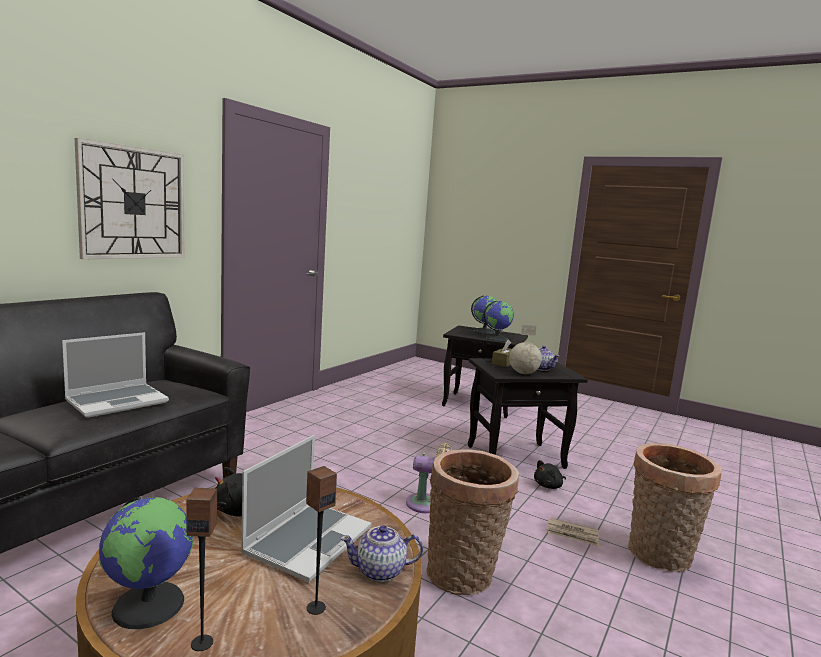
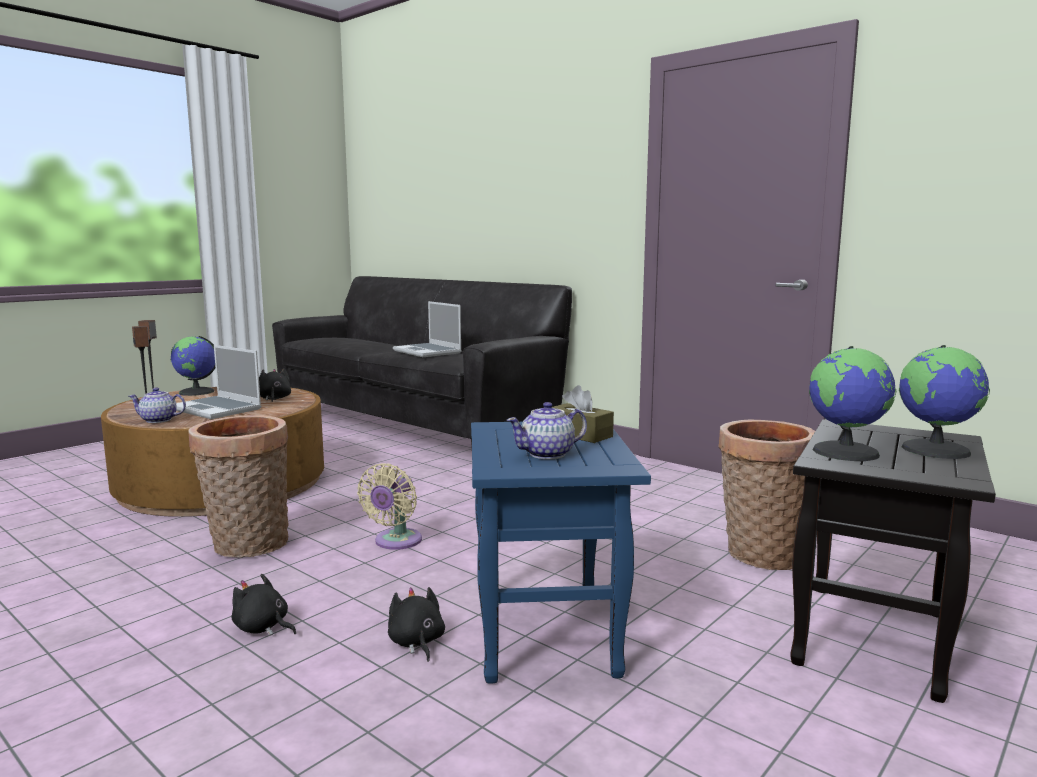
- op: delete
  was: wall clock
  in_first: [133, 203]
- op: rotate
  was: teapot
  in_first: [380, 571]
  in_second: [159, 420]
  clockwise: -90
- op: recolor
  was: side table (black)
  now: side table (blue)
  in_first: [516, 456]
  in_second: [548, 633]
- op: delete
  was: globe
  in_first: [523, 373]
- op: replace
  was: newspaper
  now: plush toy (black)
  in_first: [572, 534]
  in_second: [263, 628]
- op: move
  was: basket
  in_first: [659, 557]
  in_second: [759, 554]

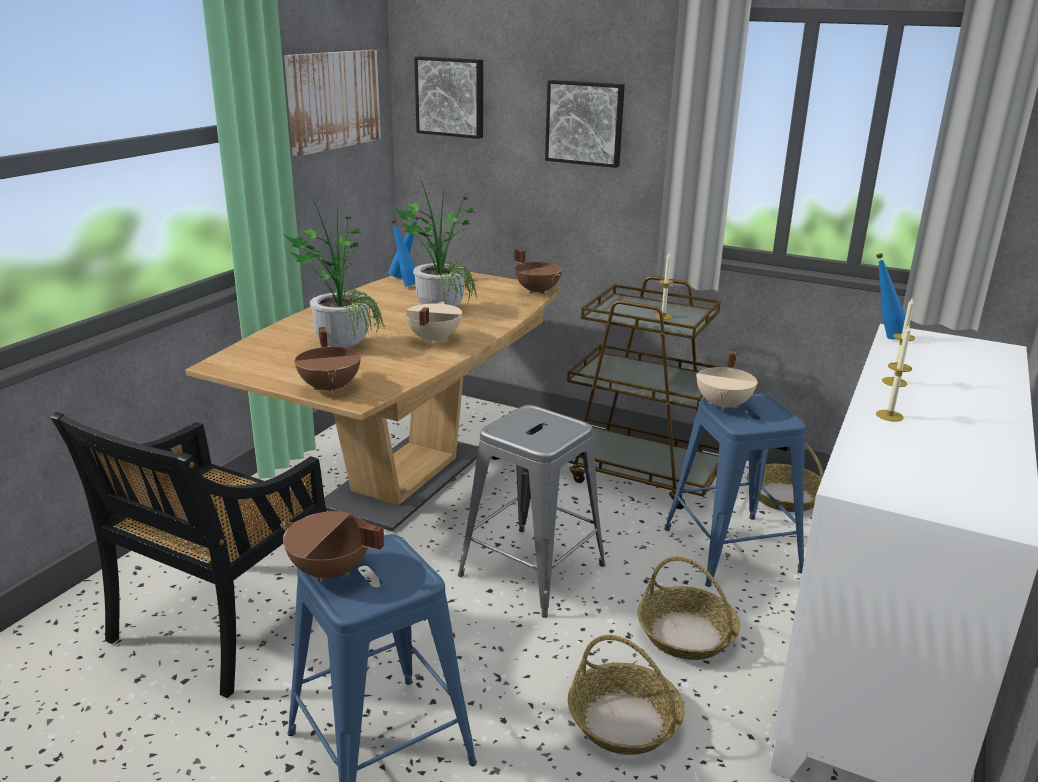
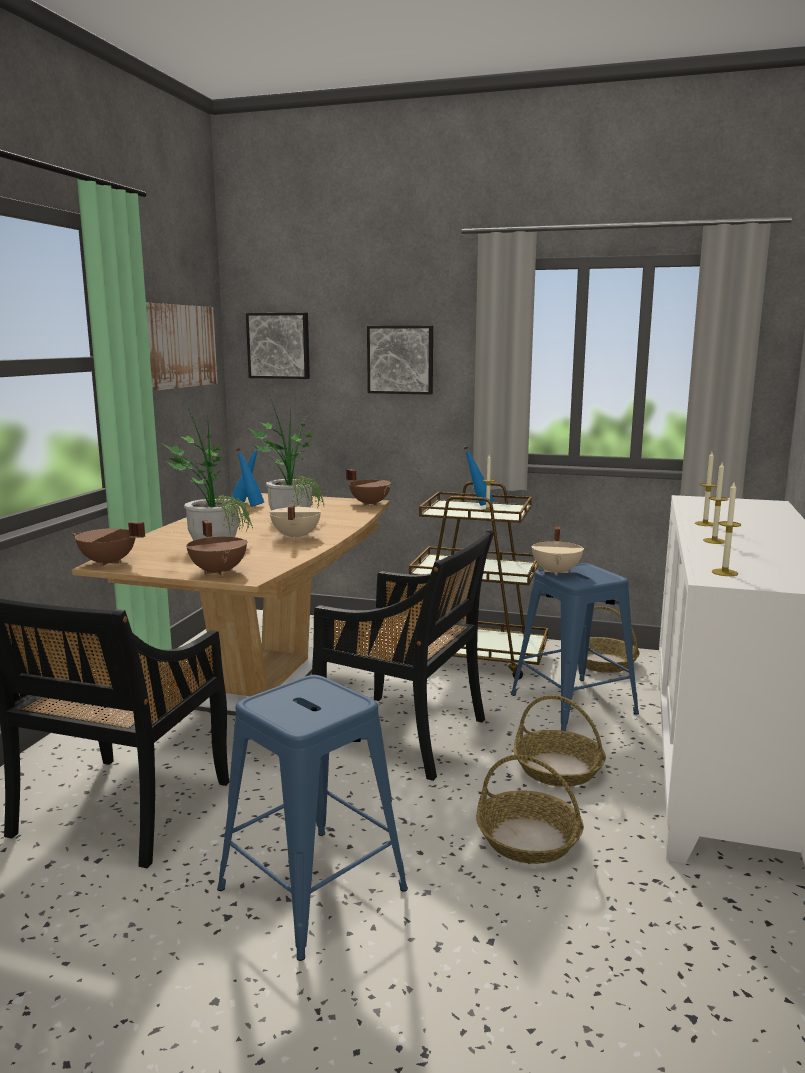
- op: move
  was: cooking pot (brown)
  in_first: [330, 572]
  in_second: [108, 563]
- op: replace
  was: stool (grey)
  now: chair (black)
  in_first: [532, 569]
  in_second: [405, 736]
- op: move
  was: bottle (blue)
  in_first: [884, 337]
  in_second: [478, 505]
- op: insert
  now: candle
  in_second: [724, 572]

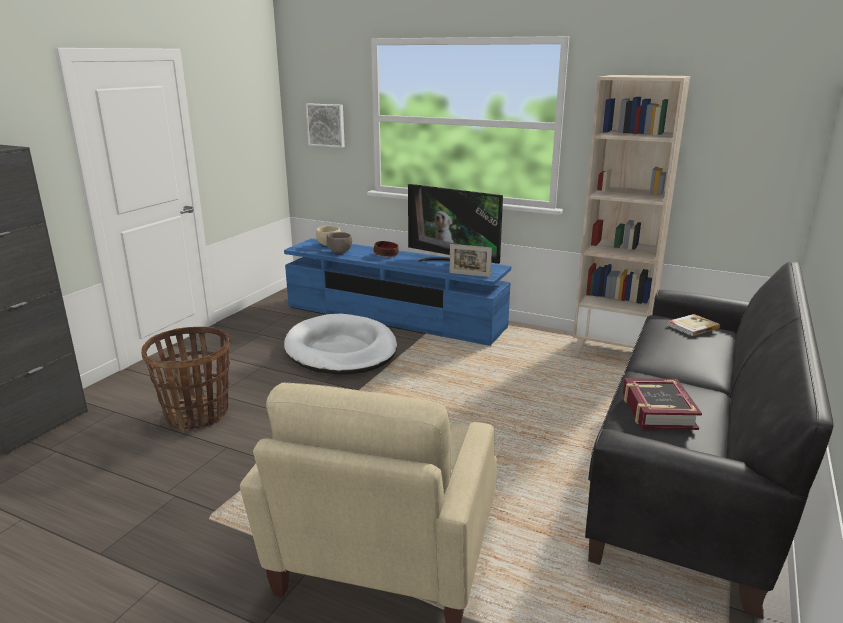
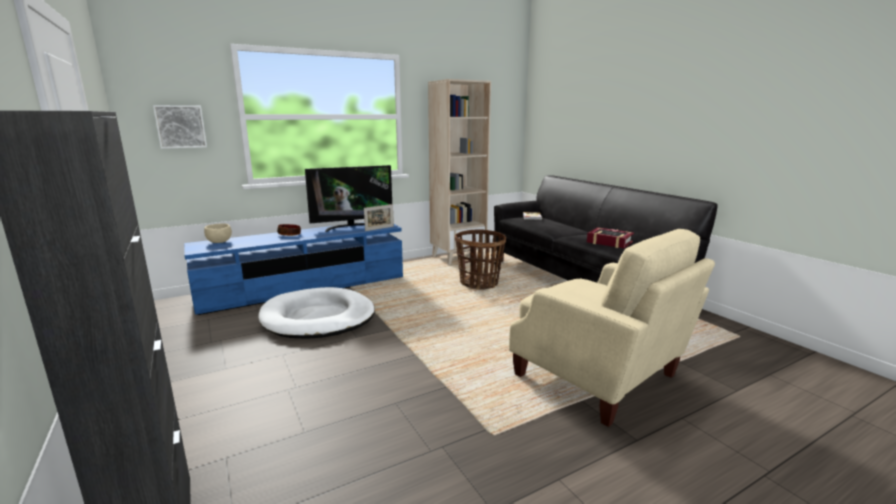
- op: move
  was: basket
  in_first: [197, 414]
  in_second: [479, 283]
- op: delete
  was: bowl (brown)
  in_first: [339, 252]

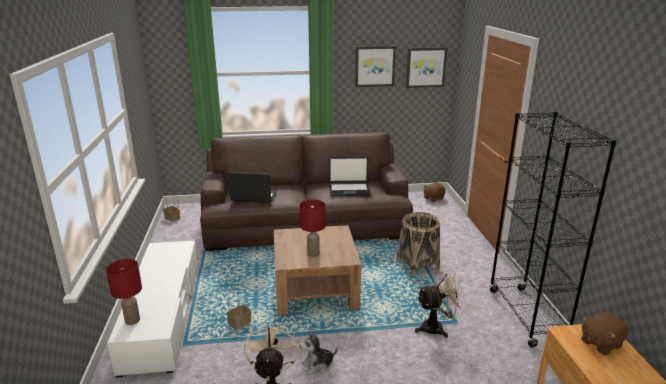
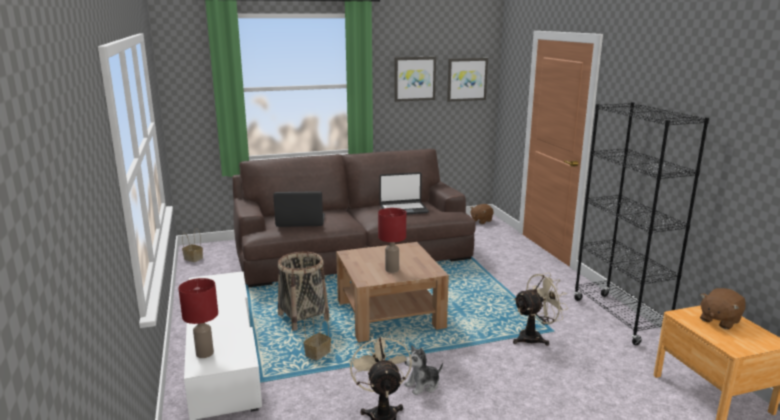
- op: move
  was: basket
  in_first: [417, 265]
  in_second: [303, 317]

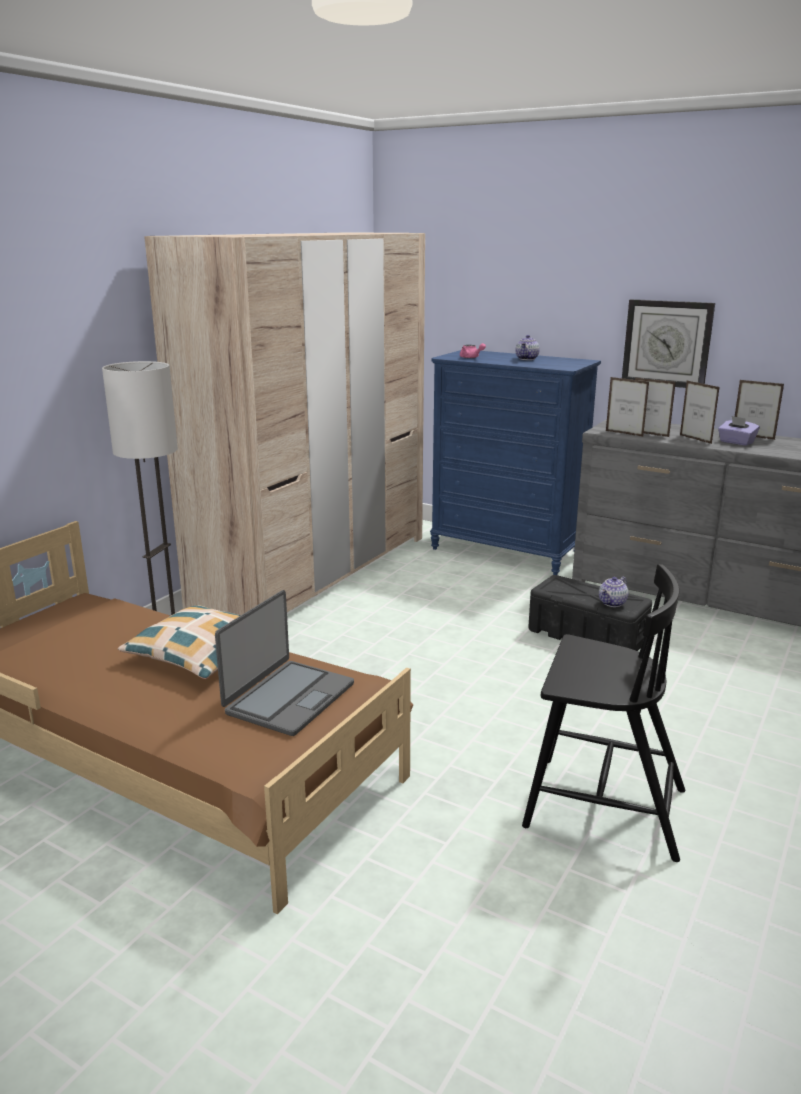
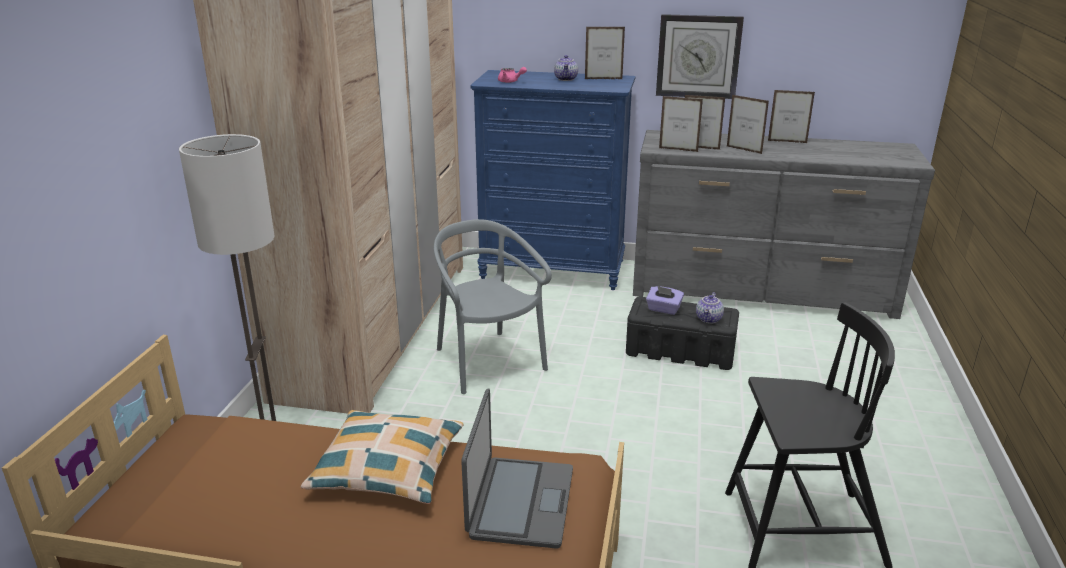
- op: move
  was: tissue box (purple)
  in_first: [736, 442]
  in_second: [663, 309]
- op: insert
  now: chair (grey)
  in_second: [488, 362]
- op: insert
  now: picture frame
  in_second: [603, 79]

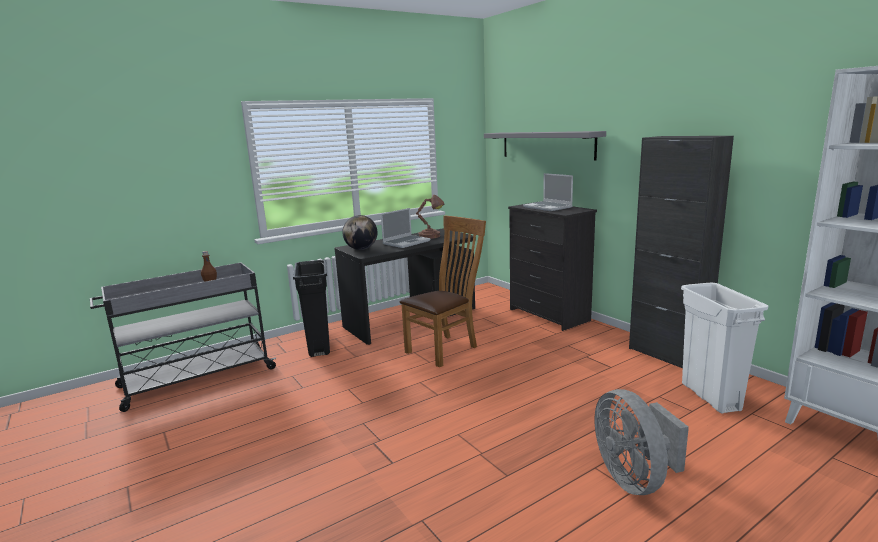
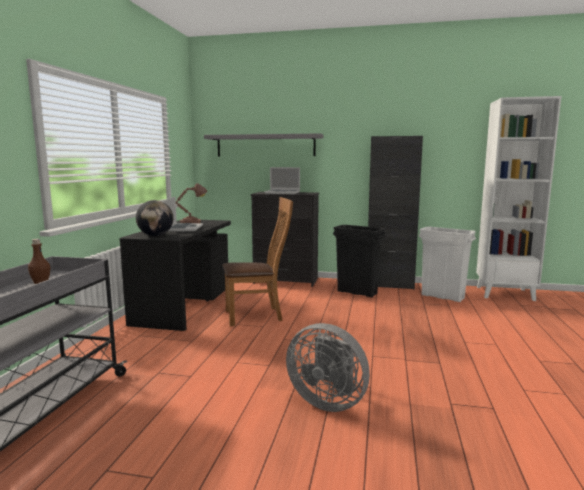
- op: move
  was: trash can (black)
  in_first: [319, 346]
  in_second: [357, 293]
- op: rotate
  was: chair (brown)
  in_first: [445, 349]
  in_second: [257, 315]
  clockwise: 75
- op: move
  was: fan (grey)
  in_first: [634, 478]
  in_second: [328, 401]

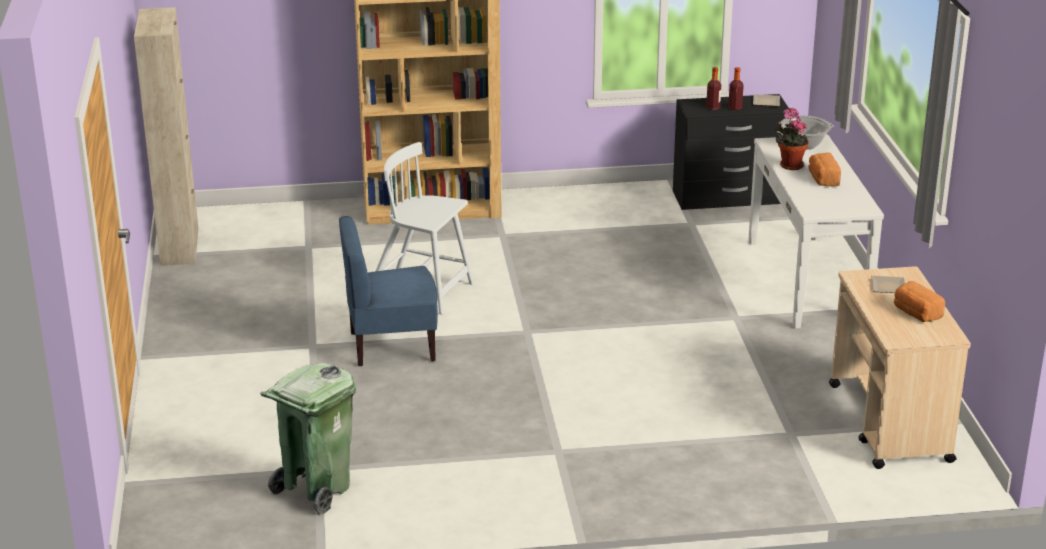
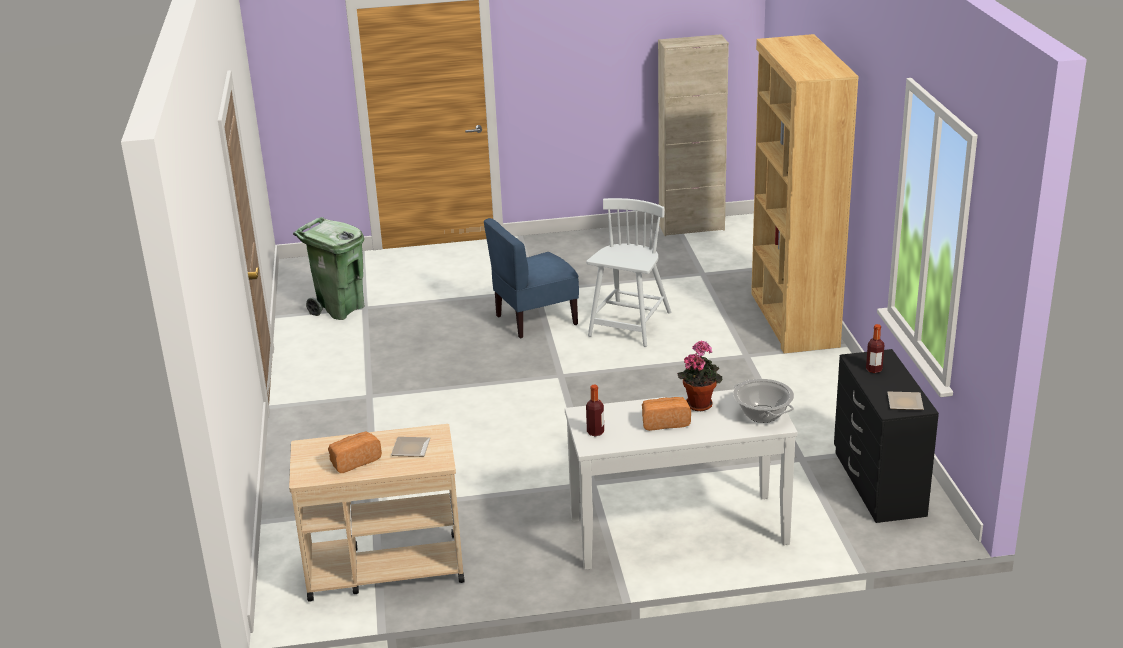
- op: rotate
  was: chair (blue)
  in_first: [391, 346]
  in_second: [535, 320]
  clockwise: -105
- op: move
  was: bottle
  in_first: [735, 108]
  in_second: [595, 432]

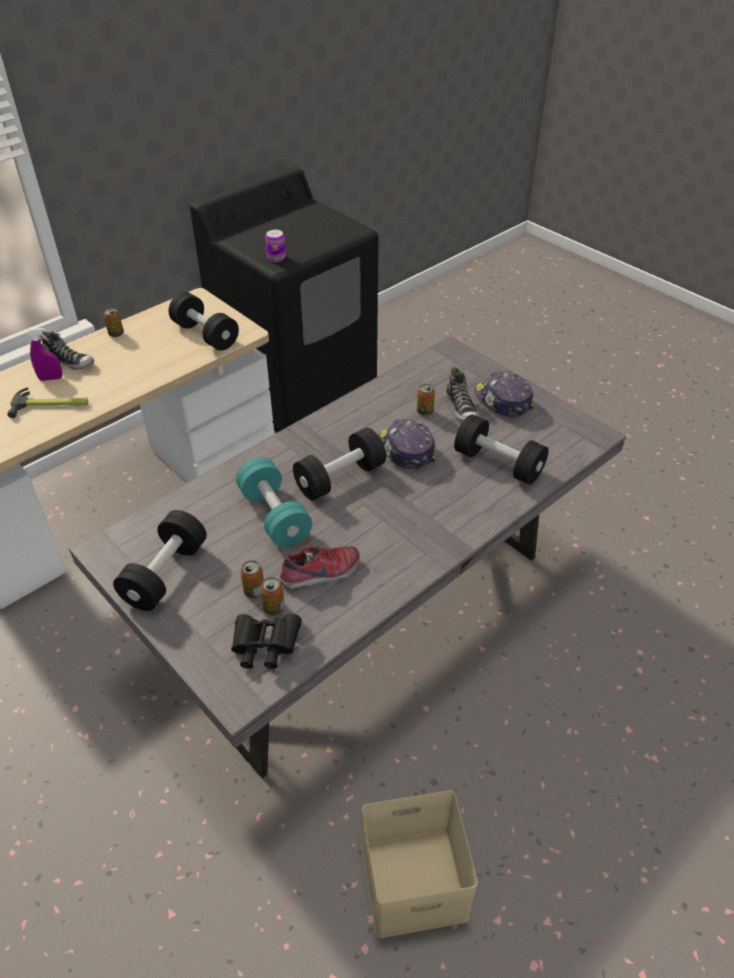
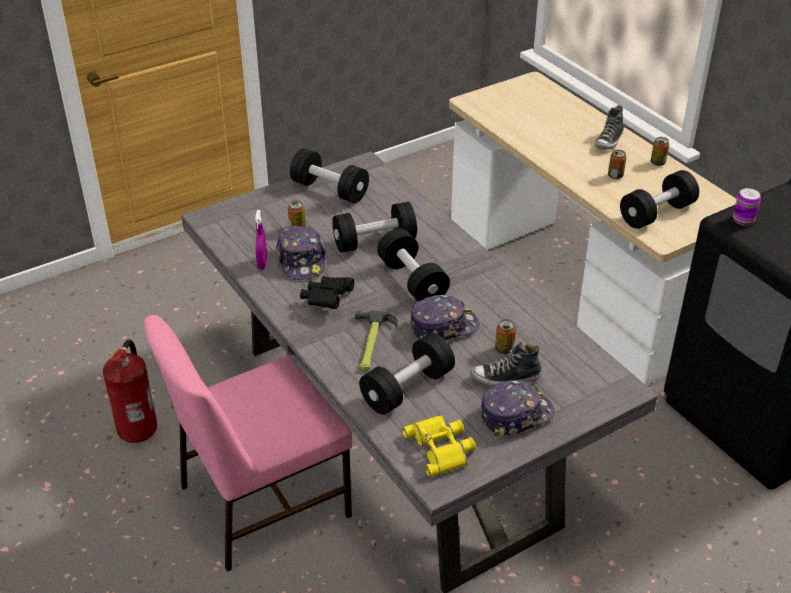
- op: move
  was: hammer
  in_first: [51, 405]
  in_second: [371, 344]
- op: move
  was: spray bottle (purple)
  in_first: [51, 378]
  in_second: [262, 263]
- op: move
  was: binoculars (black)
  in_first: [265, 648]
  in_second: [327, 300]
- op: recolor
  was: dumbbell (turquoise)
  now: dumbbell (black)
  in_first: [274, 516]
  in_second: [374, 242]
- op: move
  was: can
  in_first: [274, 608]
  in_second: [615, 176]
- op: replace
  was: shoe
  now: cap
  in_first: [321, 574]
  in_second: [301, 260]
- op: replace
  was: storage box (beige)
  now: fire extinguisher
  in_first: [415, 879]
  in_second: [139, 429]
- op: insert
  now: chair (pink)
  in_second: [261, 501]
- op: insert
  now: binoculars (yellow)
  in_second: [441, 448]

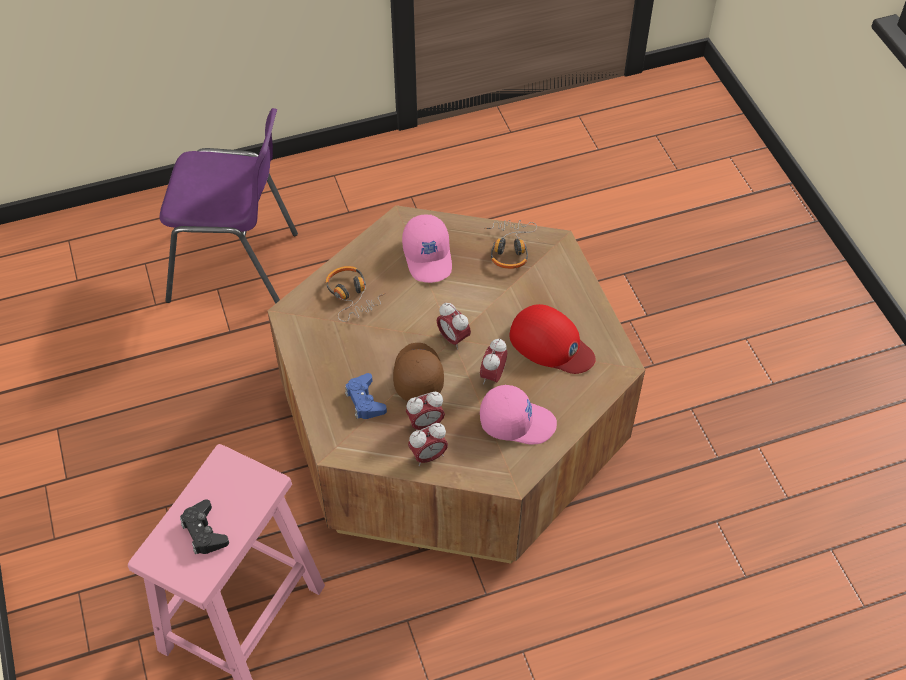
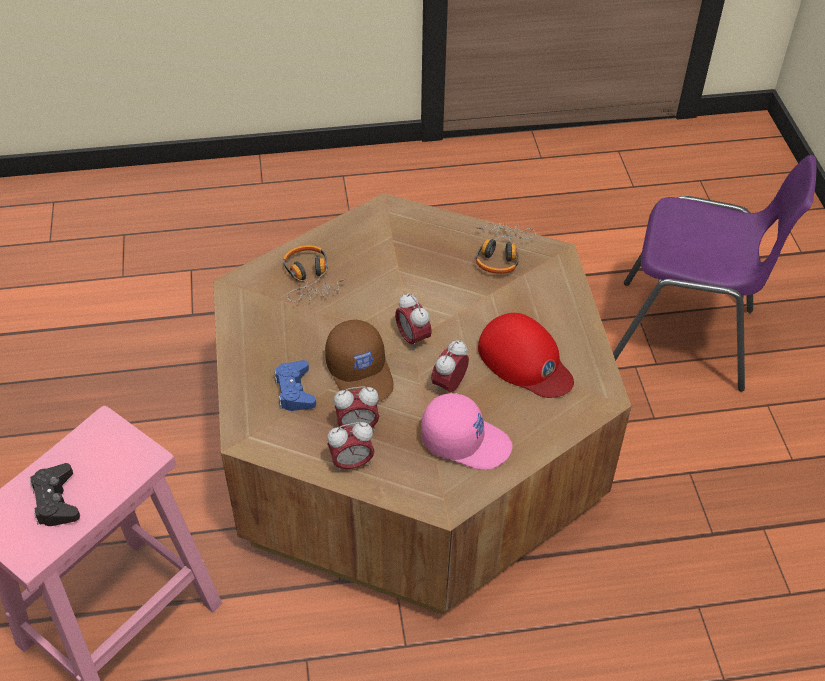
- op: move
  was: chair (purple)
  in_first: [237, 267]
  in_second: [685, 338]
- op: rotate
  was: cap (brown)
  in_first: [417, 375]
  in_second: [361, 372]
  clockwise: 150
- op: delete
  was: cap (pink)
  in_first: [429, 257]

